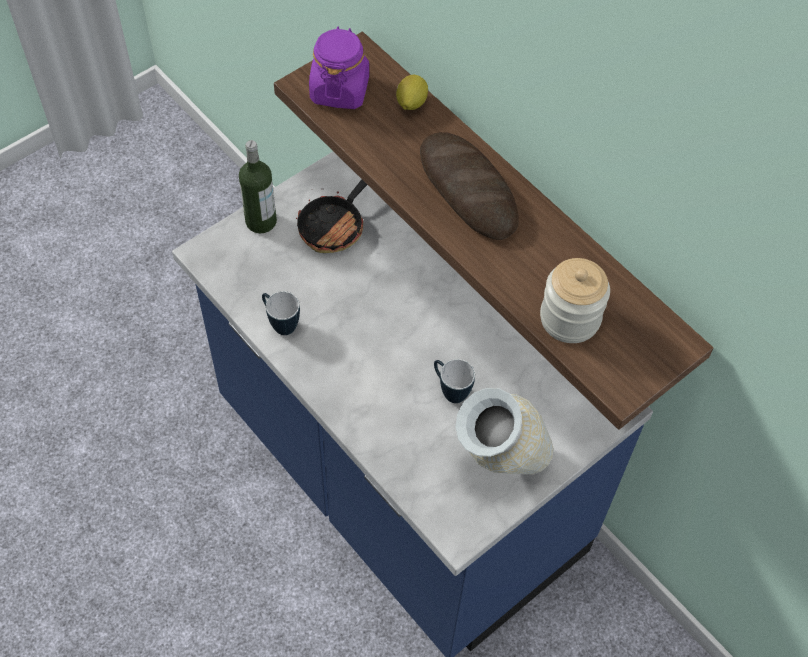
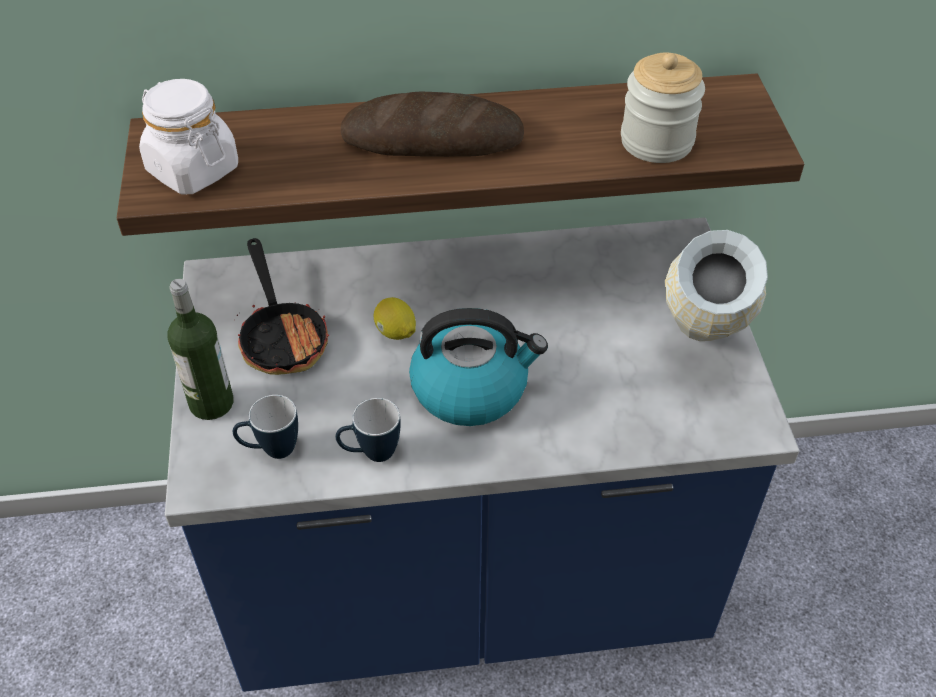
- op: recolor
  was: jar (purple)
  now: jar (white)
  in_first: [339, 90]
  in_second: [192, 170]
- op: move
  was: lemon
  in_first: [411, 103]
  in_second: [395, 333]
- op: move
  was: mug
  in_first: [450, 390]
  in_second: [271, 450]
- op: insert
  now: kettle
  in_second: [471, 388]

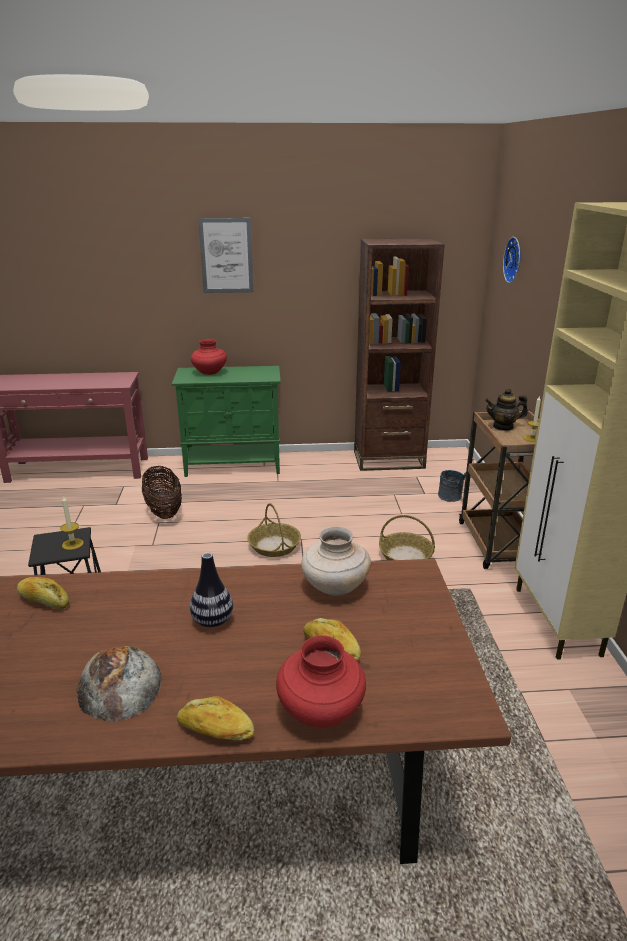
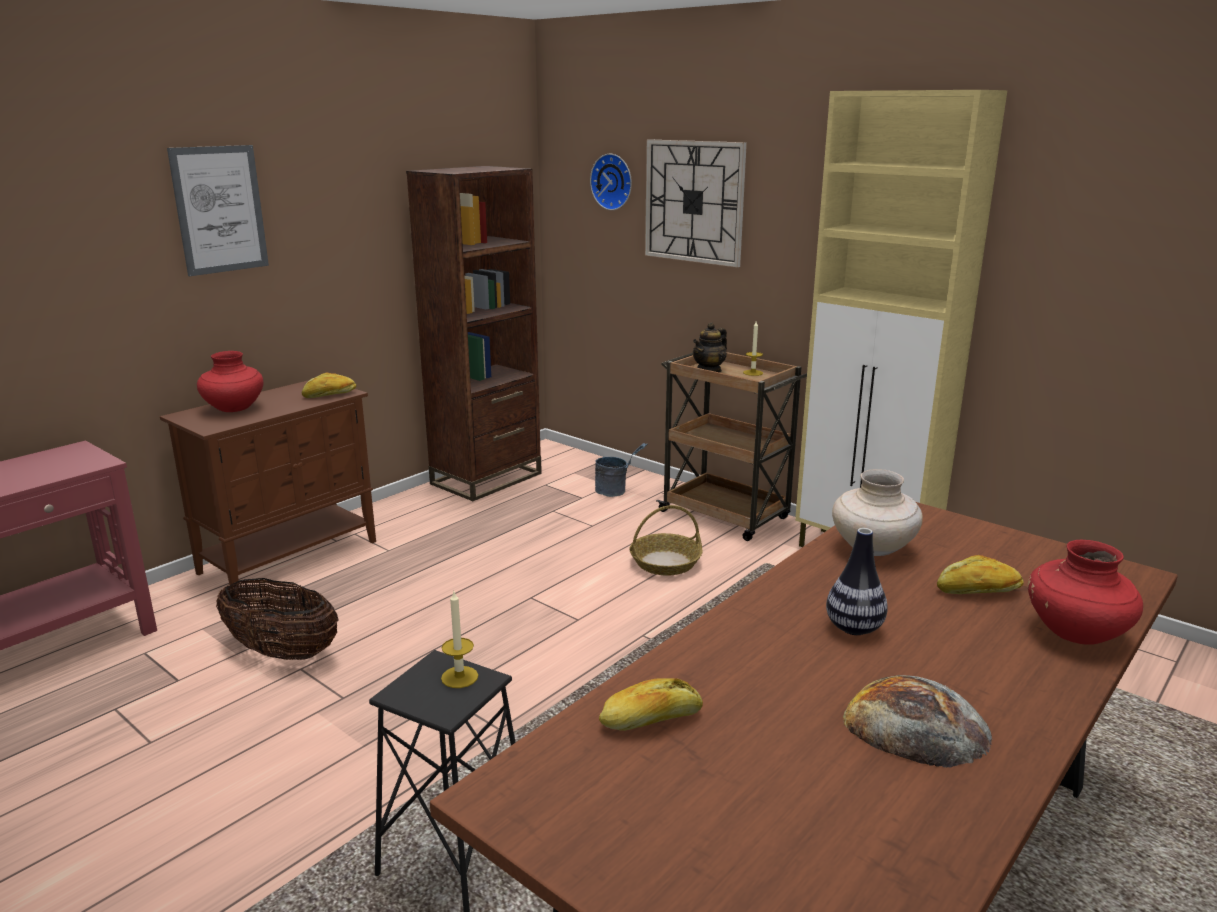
- op: recolor
  was: cabinet (green)
  now: cabinet (brown)
  in_first: [234, 465]
  in_second: [290, 556]
- op: move
  was: bread
  in_first: [215, 730]
  in_second: [329, 394]
- op: delete
  was: basket
  in_first: [274, 546]
- op: insert
  now: wall clock
  in_second: [694, 202]

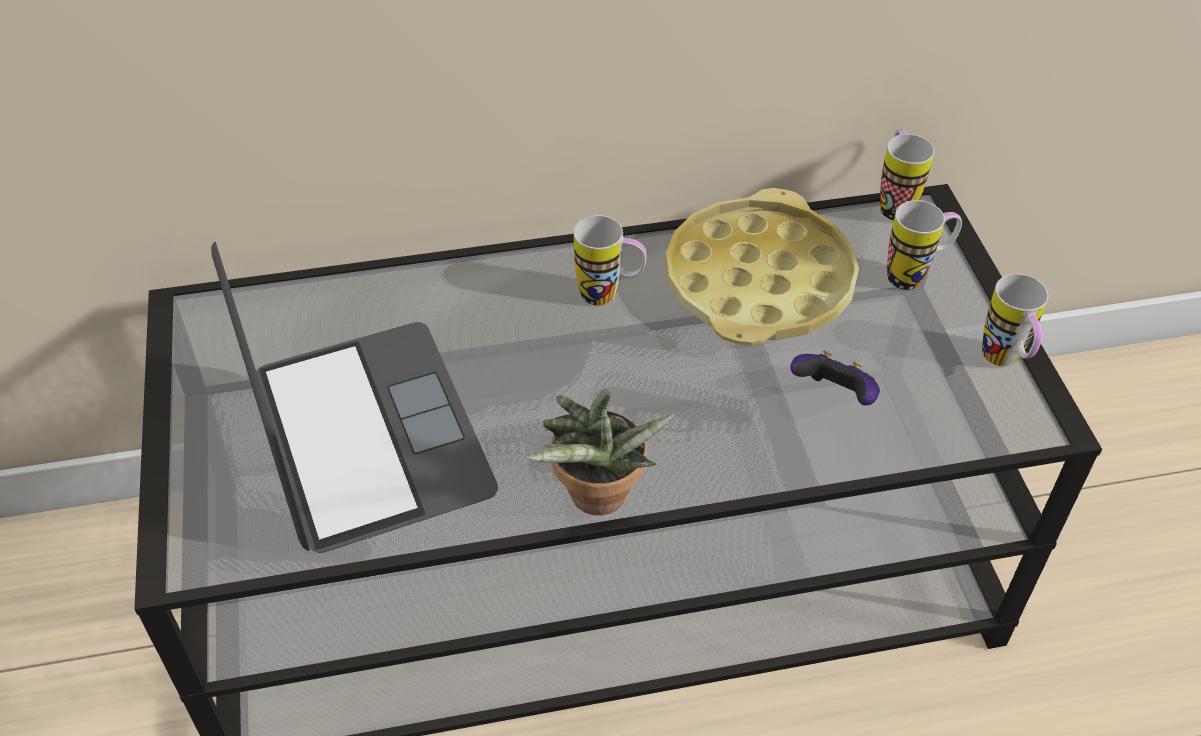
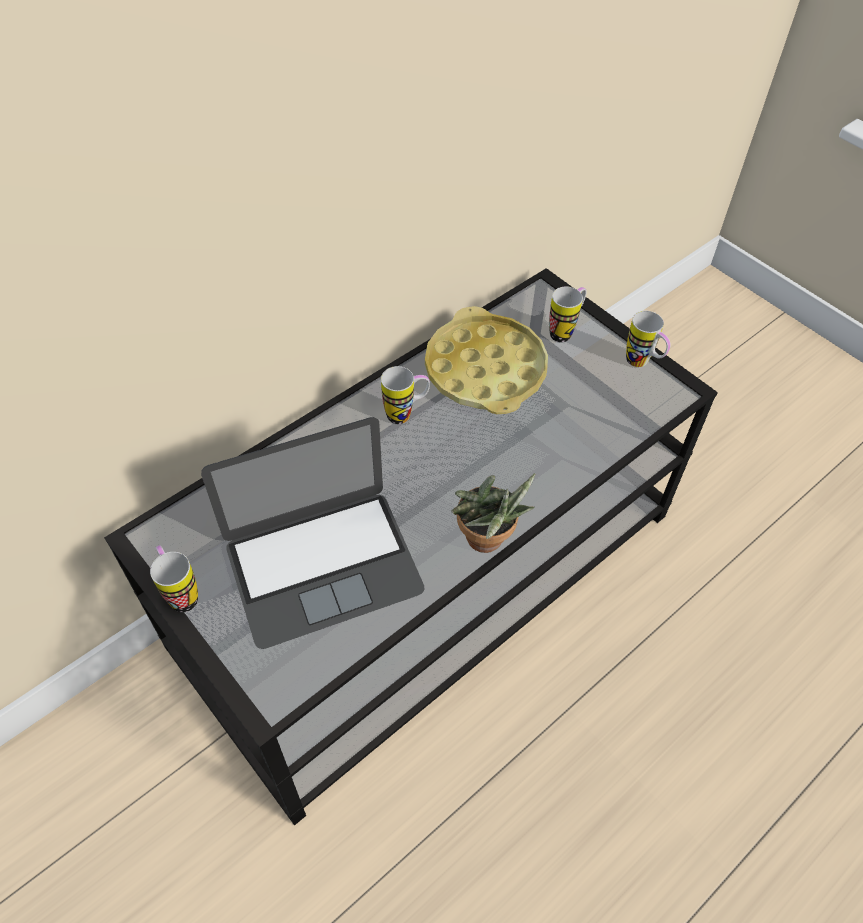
- op: rotate
  was: laptop
  in_first: [367, 434]
  in_second: [323, 566]
  clockwise: 120
- op: delete
  was: game controller
  in_first: [834, 396]
- op: move
  was: mug
  in_first: [893, 202]
  in_second: [180, 593]

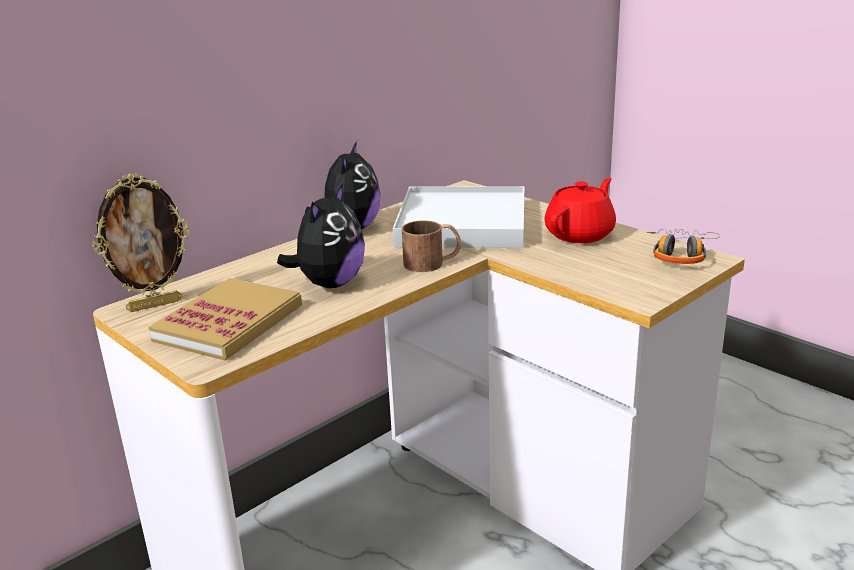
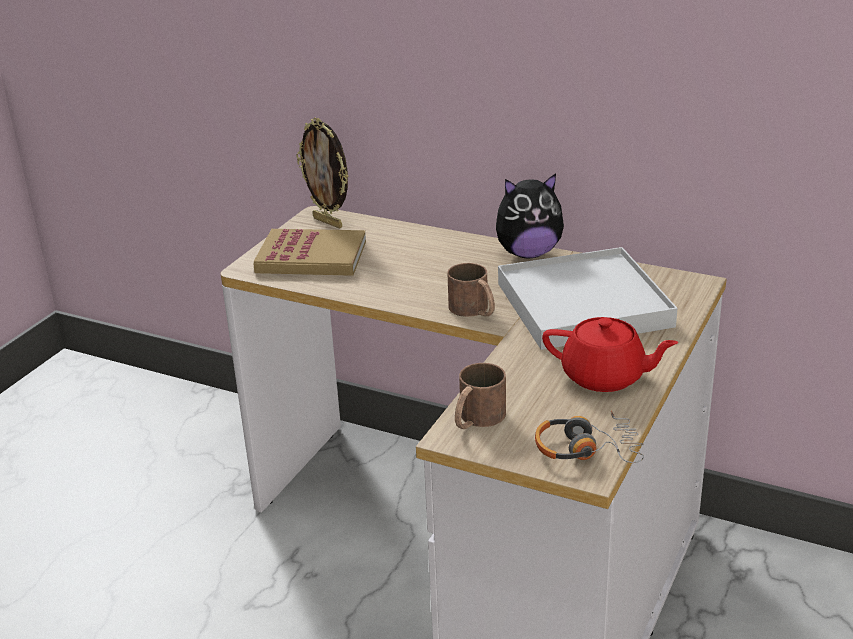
- op: delete
  was: plush toy
  in_first: [329, 283]
- op: insert
  now: mug (brown)
  in_second: [476, 419]

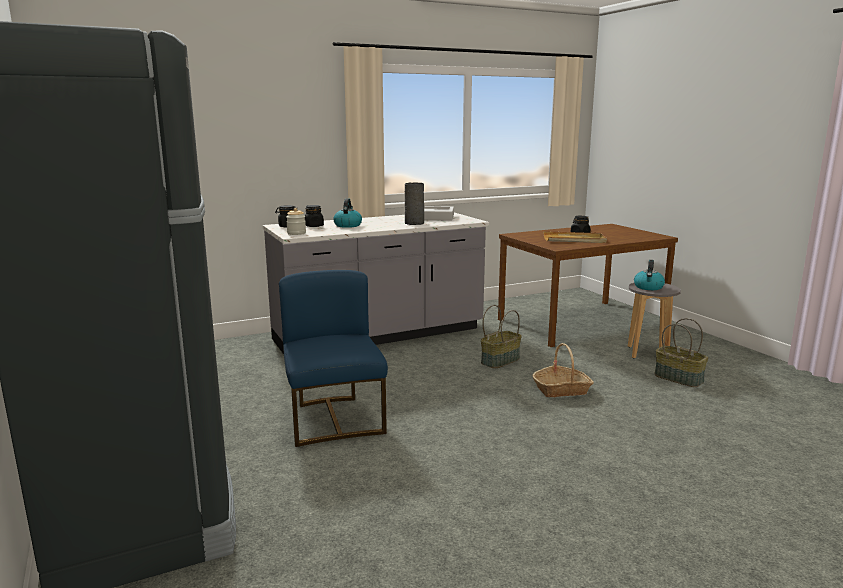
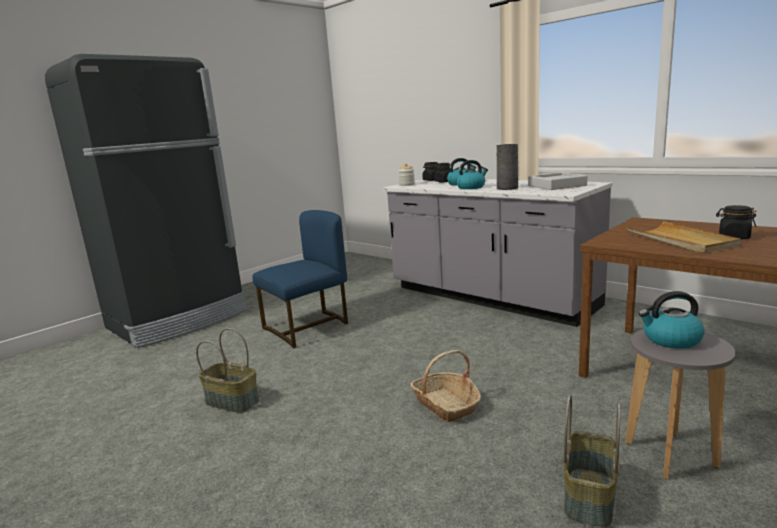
- op: move
  was: basket
  in_first: [500, 360]
  in_second: [233, 401]
- op: insert
  now: kettle
  in_second: [471, 187]

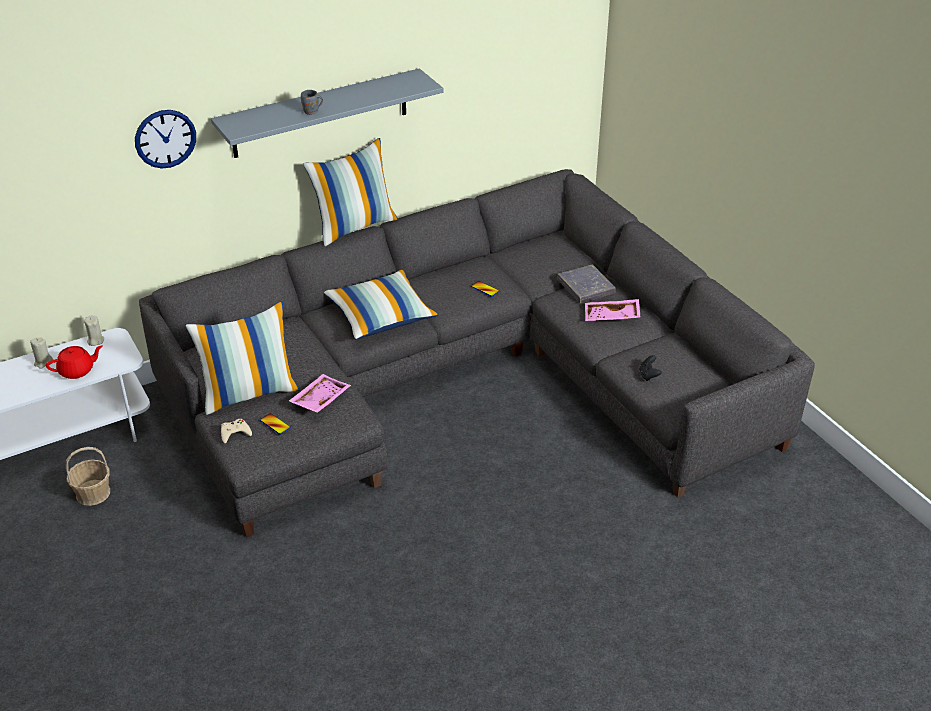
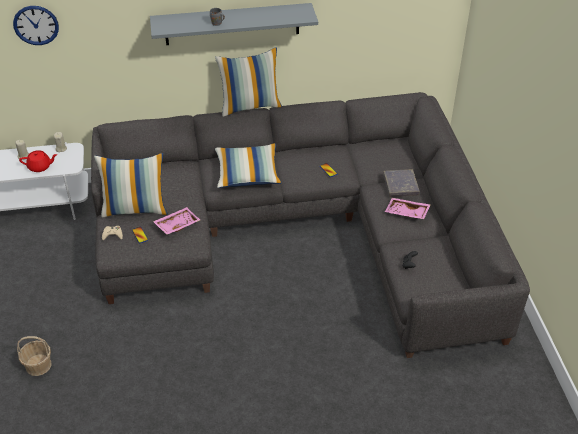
- op: move
  was: basket
  in_first: [92, 493]
  in_second: [38, 365]
- op: move
  was: wall clock
  in_first: [165, 138]
  in_second: [36, 25]

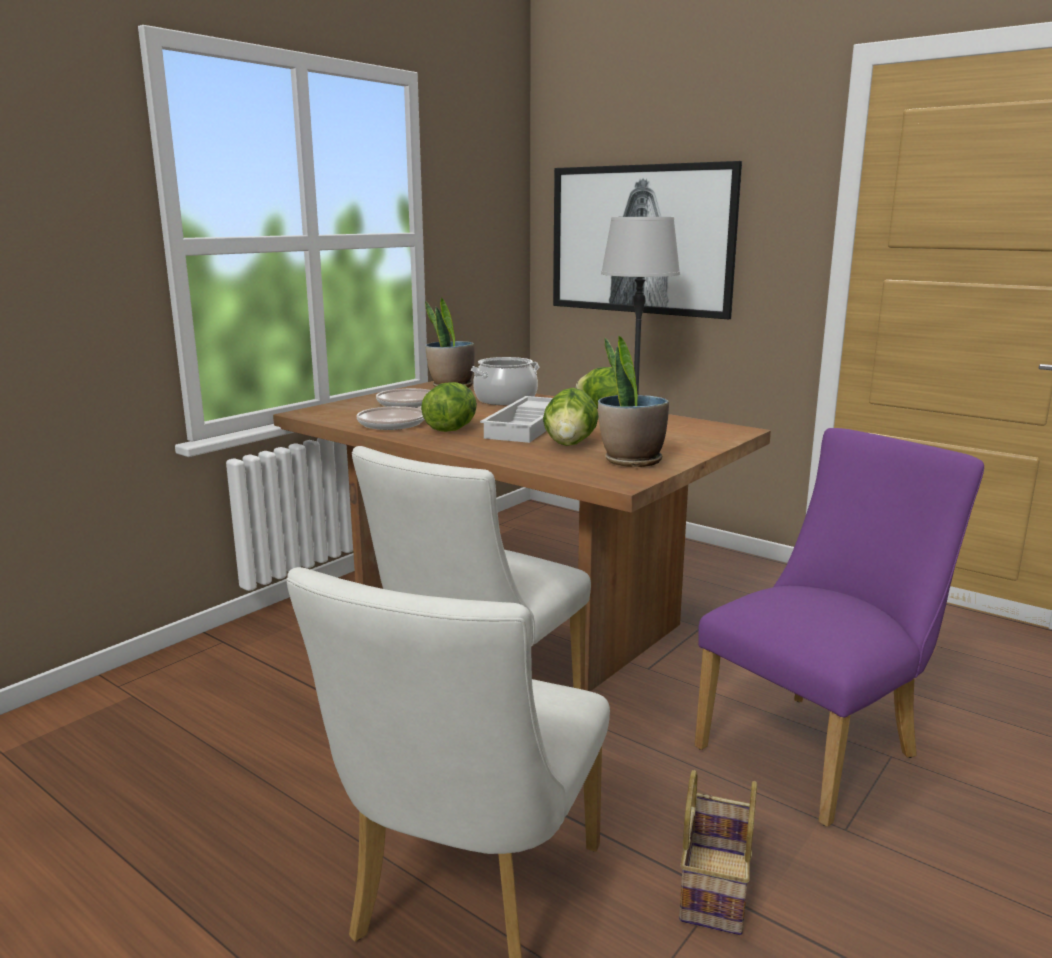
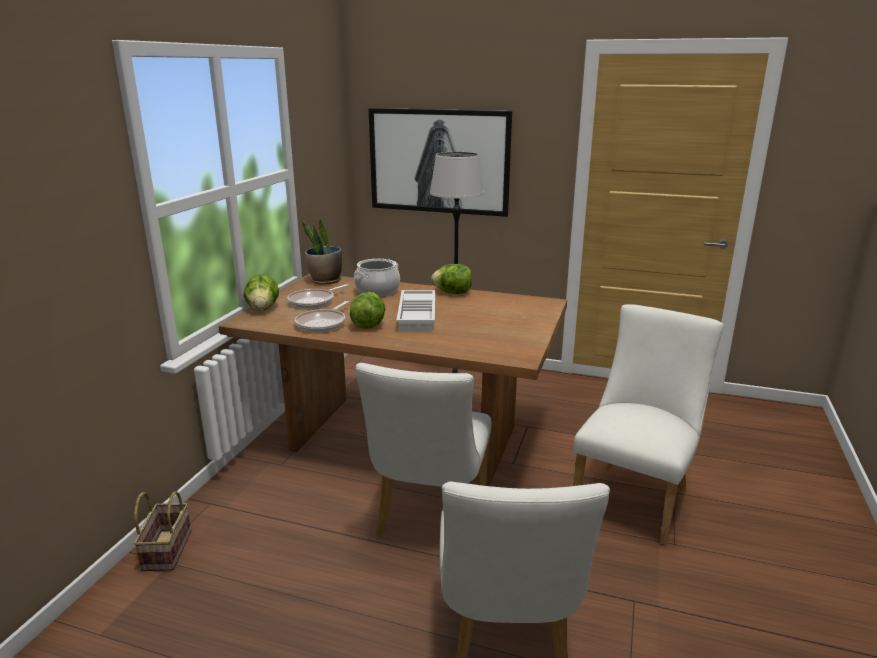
- op: move
  was: lettuce
  in_first: [570, 444]
  in_second: [263, 309]
- op: delete
  was: potted plant
  in_first: [631, 461]
- op: move
  was: basket
  in_first: [713, 885]
  in_second: [166, 549]
- op: recolor
  was: chair (purple)
  now: chair (white)
  in_first: [817, 748]
  in_second: [634, 496]

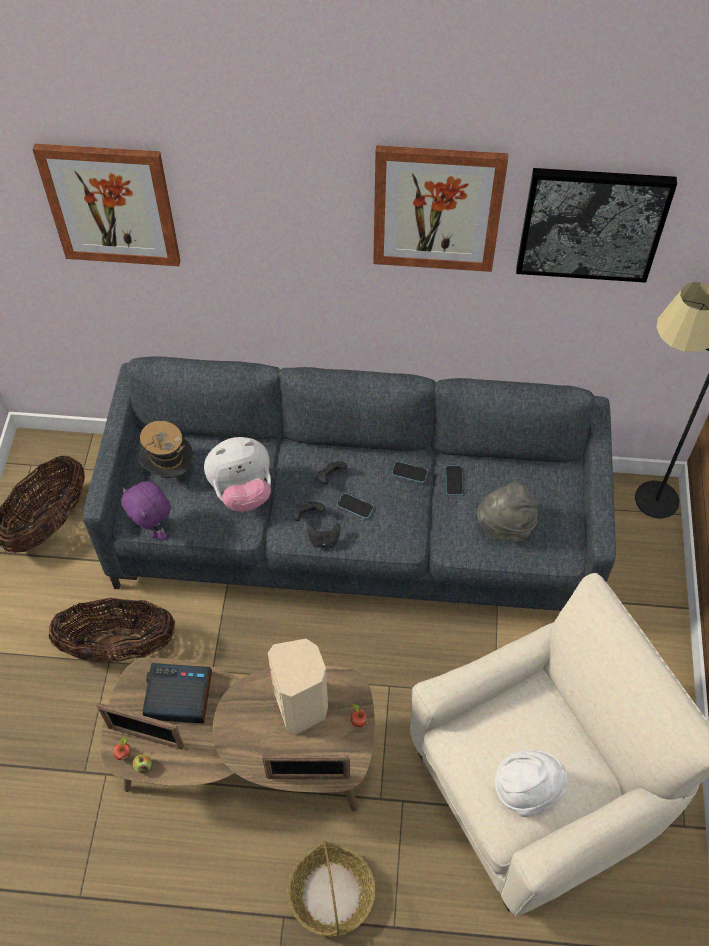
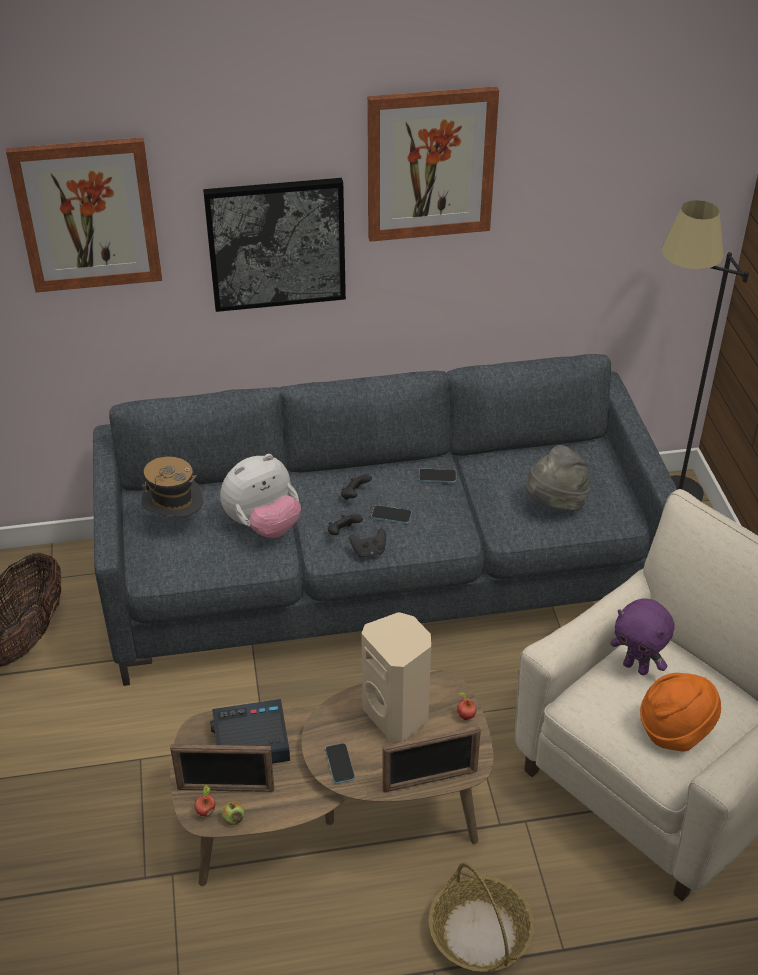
- op: delete
  was: basket
  in_first: [119, 646]
- op: move
  was: plush toy (purple)
  in_first: [154, 530]
  in_second: [636, 667]
- op: move
  was: phone
  in_first: [453, 481]
  in_second: [340, 764]
- op: recolor
  was: hat (white)
  now: hat (orange)
  in_first: [526, 789]
  in_second: [675, 729]
- op: move
  was: picture
  in_first: [592, 224]
  in_second: [276, 243]

